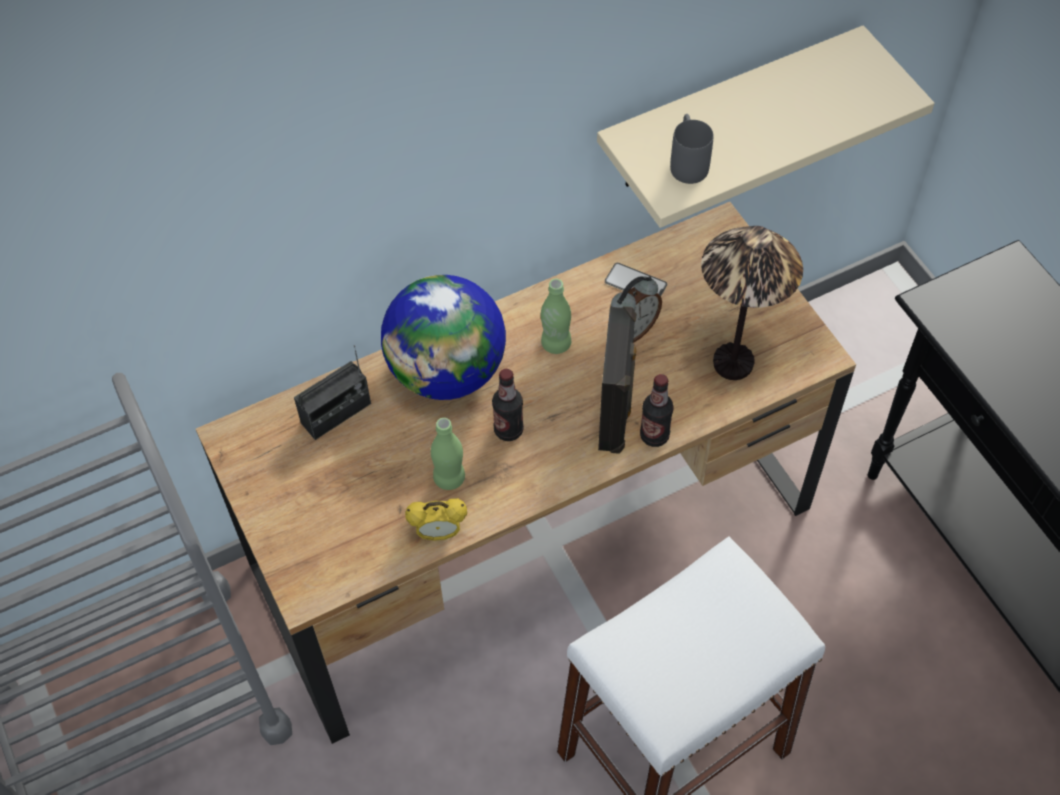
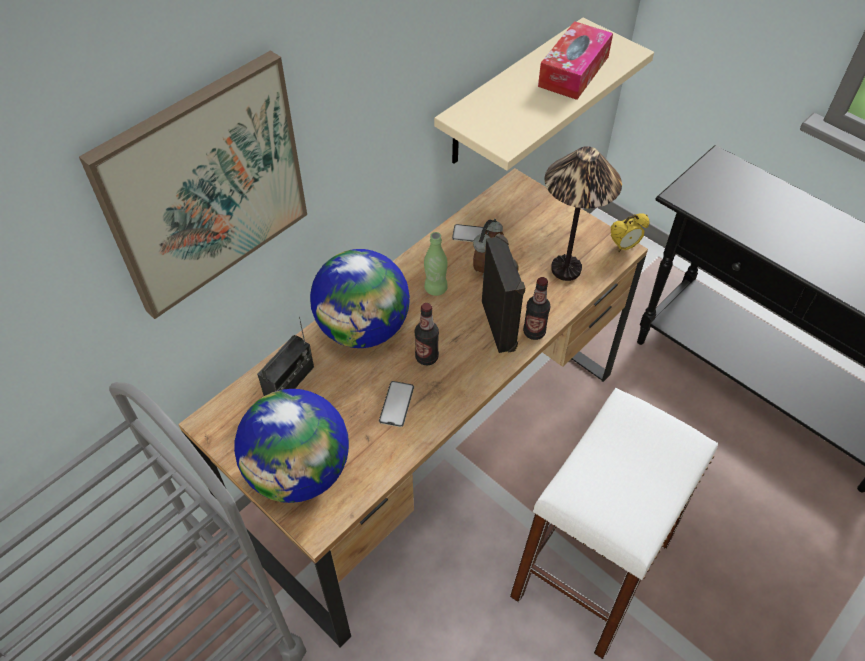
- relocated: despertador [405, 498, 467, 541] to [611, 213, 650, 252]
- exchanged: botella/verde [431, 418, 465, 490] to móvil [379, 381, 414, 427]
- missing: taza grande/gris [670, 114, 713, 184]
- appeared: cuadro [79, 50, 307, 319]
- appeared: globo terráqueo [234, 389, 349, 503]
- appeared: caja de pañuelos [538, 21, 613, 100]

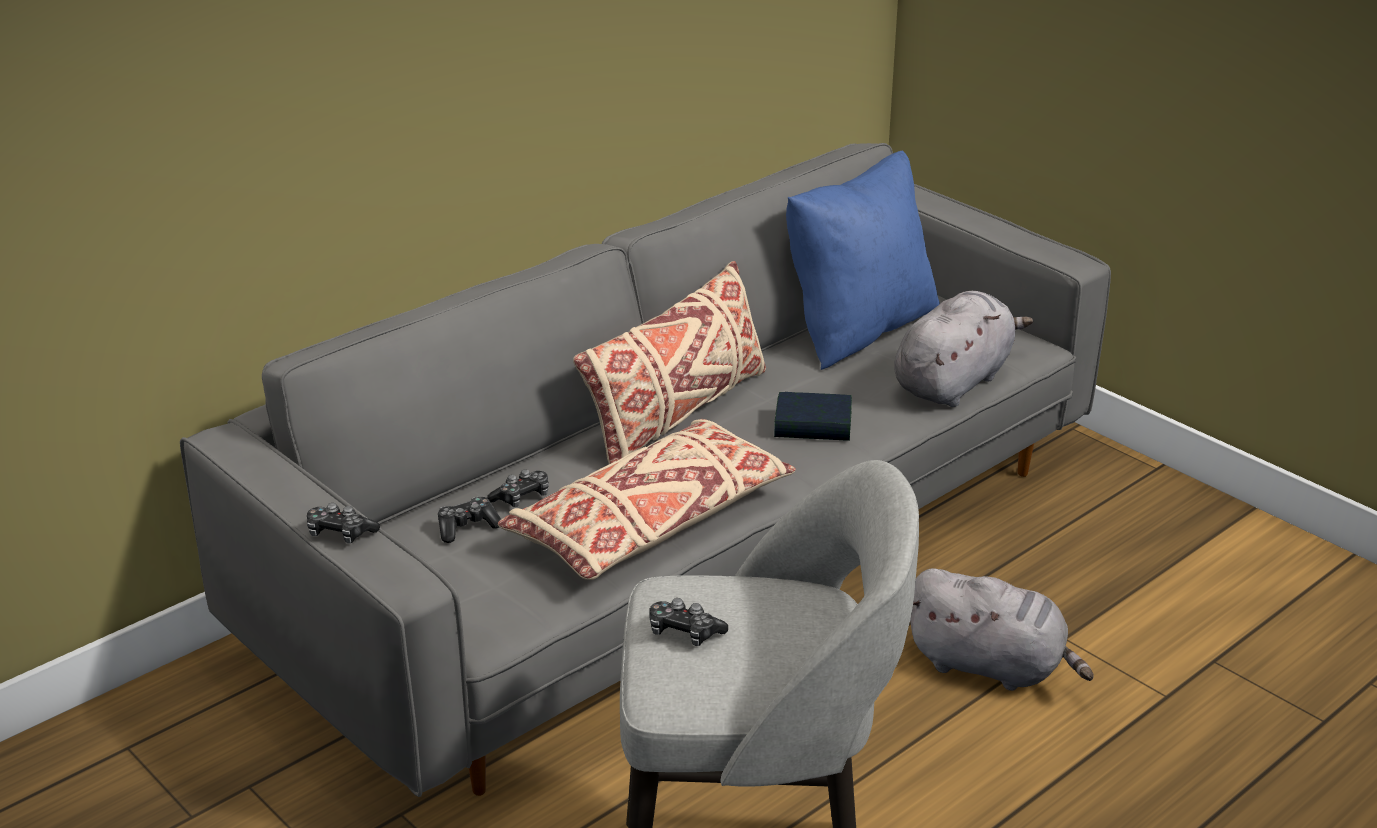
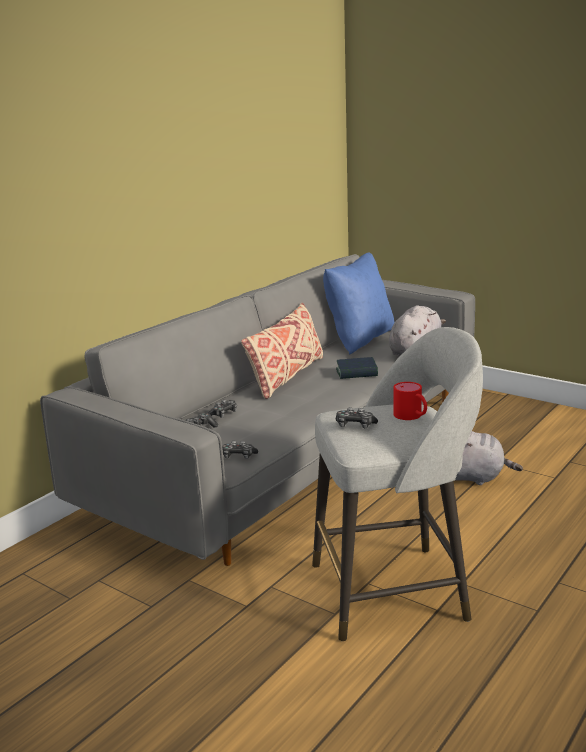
- relocated: mando de consola [307, 503, 380, 543] to [222, 441, 258, 459]
- missing: cojín/beis [498, 419, 796, 580]
- appeared: taza grande/rojo [393, 382, 427, 420]

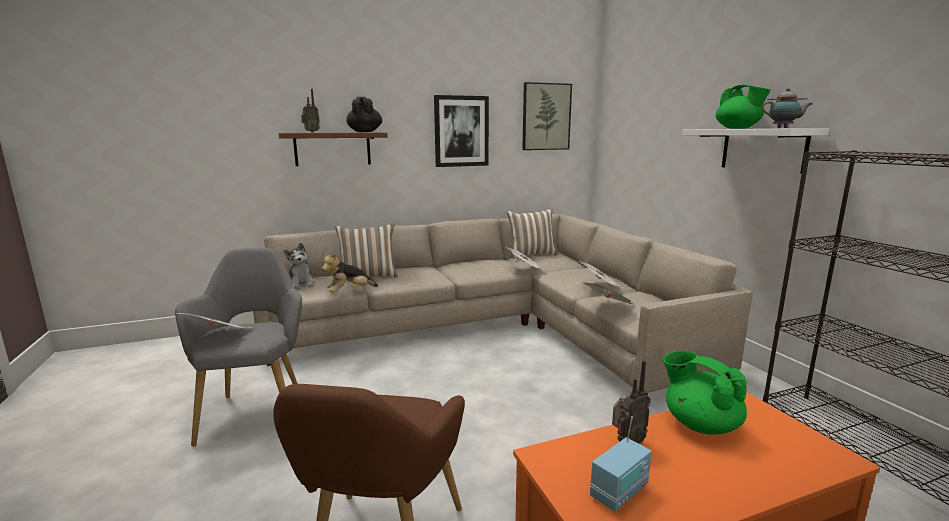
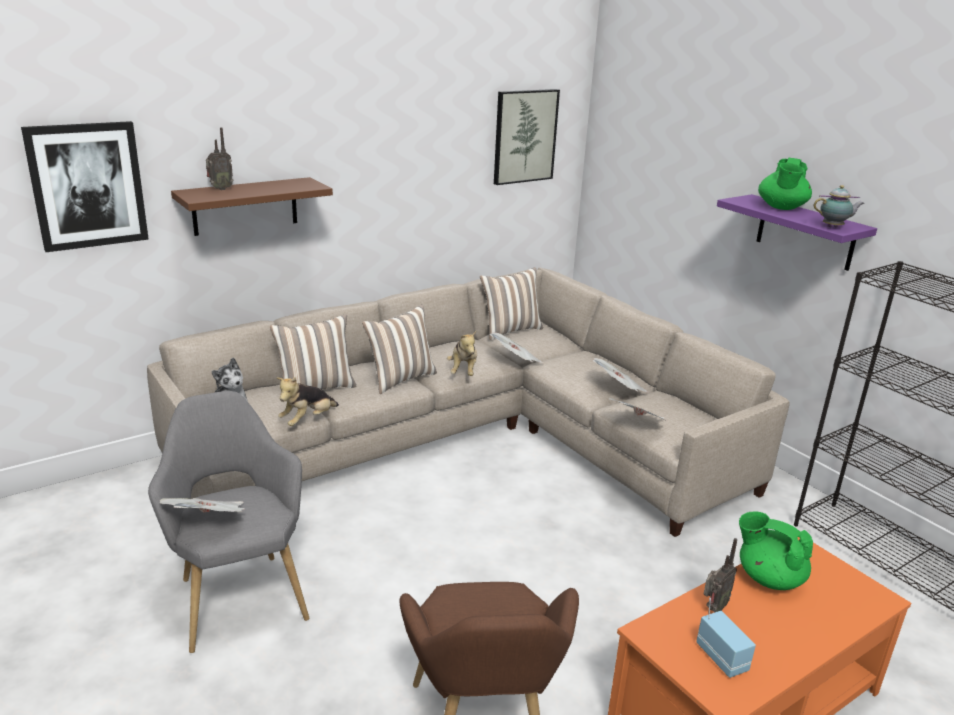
- missing: tetera/negro [346, 97, 382, 132]
- relocated: cuadro [434, 95, 489, 167] to [21, 121, 149, 252]
- spun: radio [590, 416, 652, 512] = [696, 598, 756, 678] 60 degrees counterclockwise
- colour: estante/blanco [682, 128, 829, 174] to estante/morado [717, 194, 877, 271]
- spun: tetera/verde [716, 84, 771, 129] = [758, 157, 812, 210] 60 degrees clockwise
- appeared: cojín [362, 305, 437, 394]
- appeared: peluche [447, 331, 477, 376]

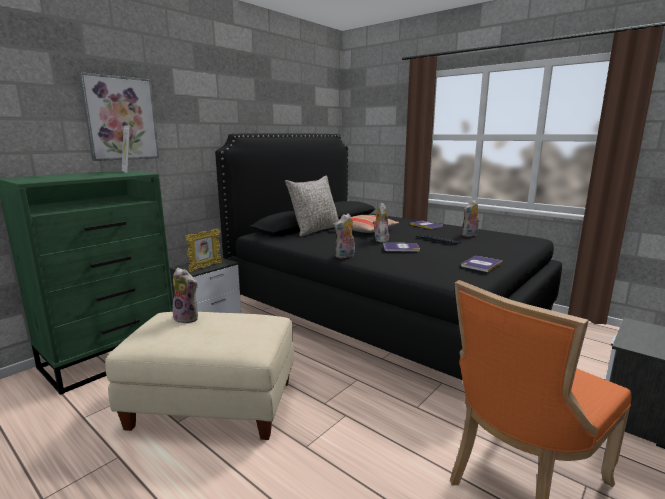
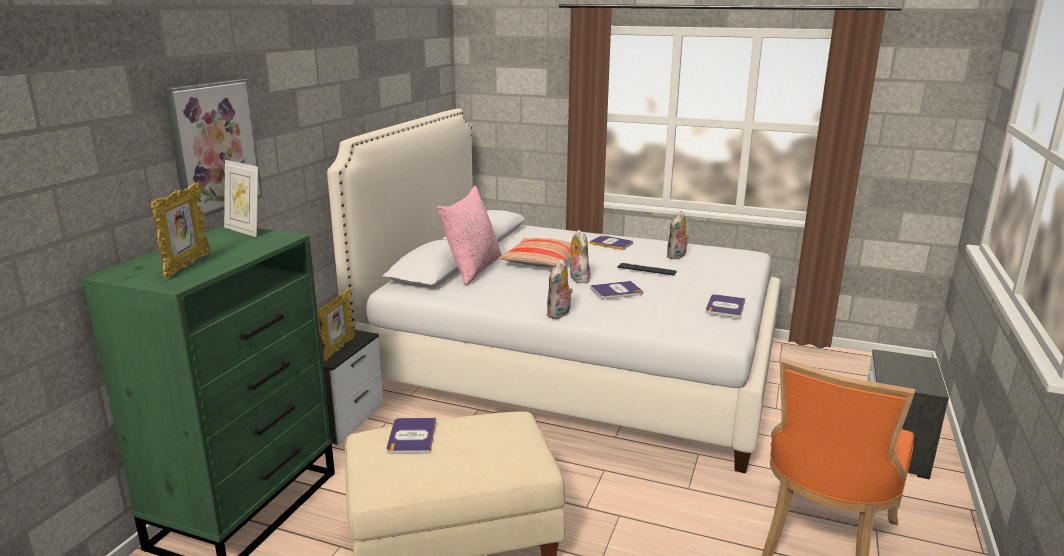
- exchanged: peluche [173, 268, 198, 324] to libro [387, 418, 436, 454]
- colour: cama/negro [215, 133, 562, 380] to cama/blanco [327, 109, 781, 473]
- colour: cojín/gris [285, 175, 339, 237] to cojín/rosa [437, 186, 502, 285]
- appeared: portarretratos [151, 182, 210, 279]

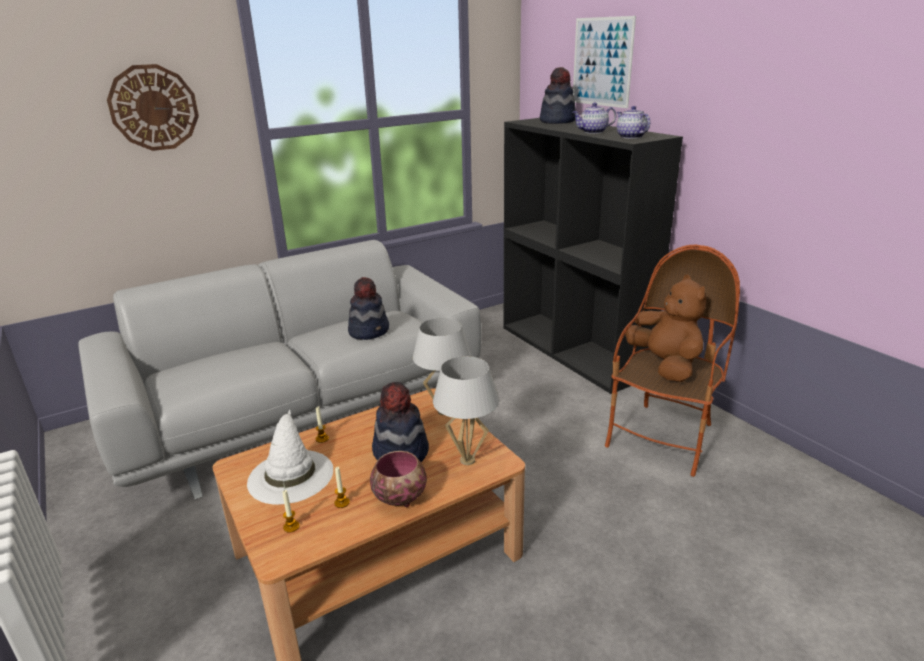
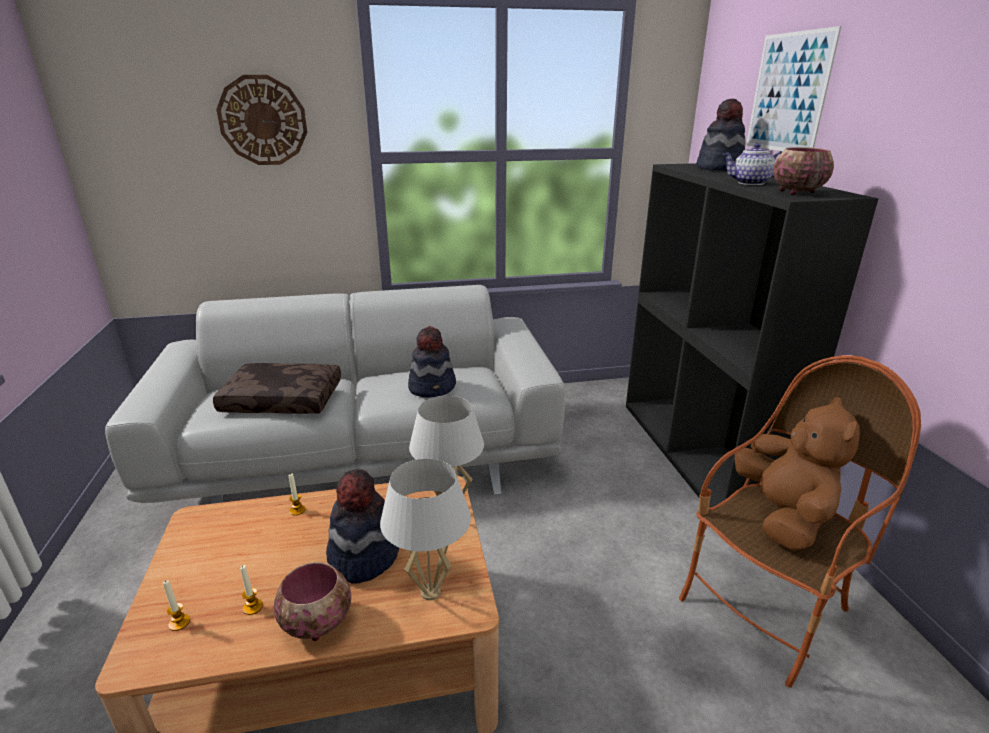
- missing: sombrero/blanco [247, 409, 333, 505]
- exchanged: tetera [617, 106, 650, 139] to cuenco [773, 147, 834, 195]
- appeared: cojín/marrón [213, 363, 341, 414]

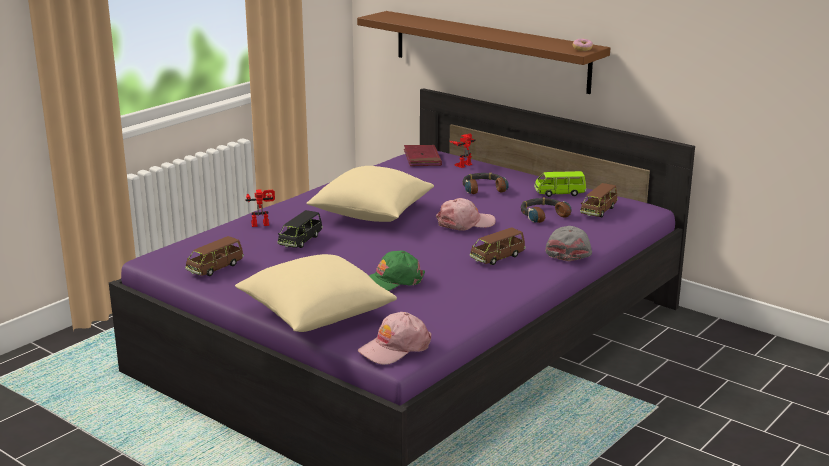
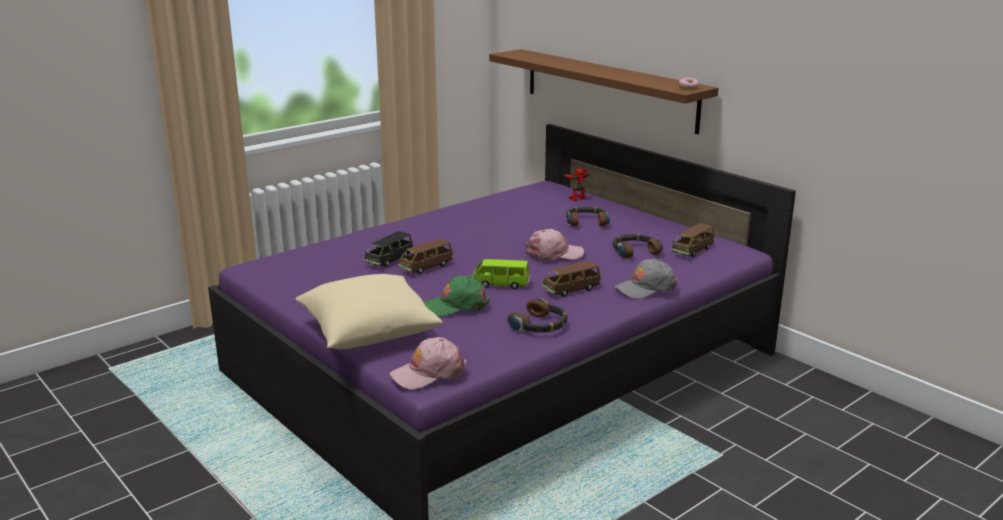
- relocated: coche de juguete/marrón [185, 236, 244, 276] to [398, 239, 454, 274]
- missing: robot de juguete [245, 189, 275, 227]
- missing: cojín/beis [306, 166, 434, 222]
- missing: libro/rojo [404, 145, 442, 166]
- relocated: coche de juguete/verde [534, 171, 586, 197] to [473, 259, 530, 289]
- spun: gorra/gris [546, 226, 592, 262] = [614, 259, 678, 299] 135 degrees counterclockwise
- appeared: auriculares [507, 298, 567, 333]

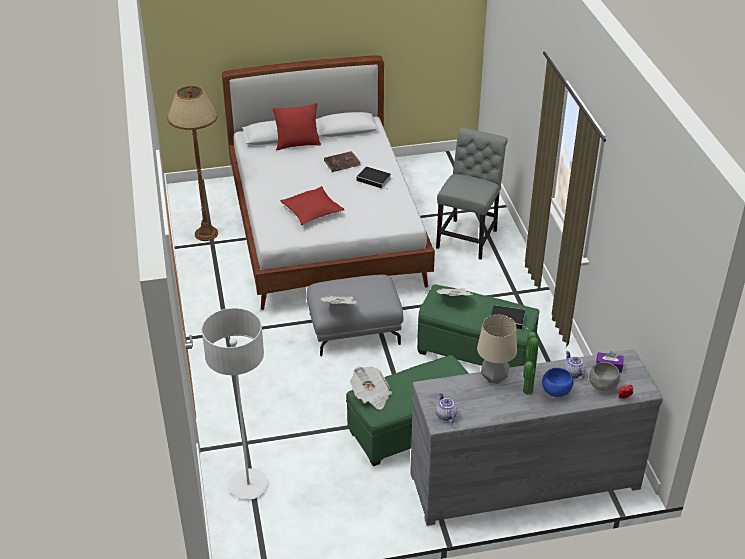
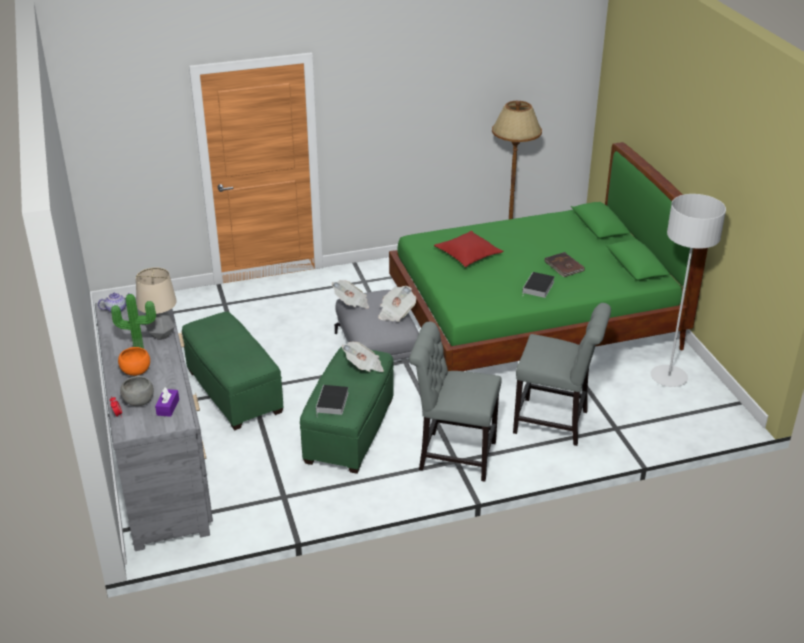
- relocated: lámpara de pie/gris [202, 308, 269, 500] to [650, 194, 726, 387]
- colour: cama/blanco [222, 55, 435, 310] to cama/verde [389, 142, 708, 371]
- missing: cojín/rojo [273, 103, 321, 150]
- relocated: periódico [350, 366, 392, 410] to [378, 286, 416, 322]
- colour: cuenco/azul [542, 368, 573, 397] to cuenco/naranja [118, 347, 150, 376]
- missing: tetera [564, 351, 586, 380]
- appeared: silla/gris [409, 322, 502, 482]

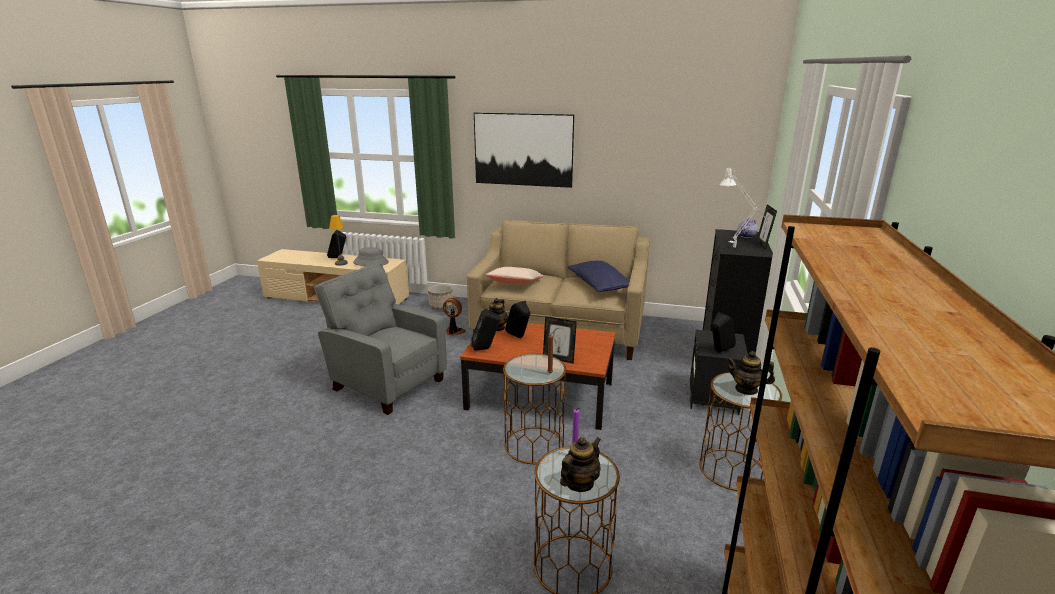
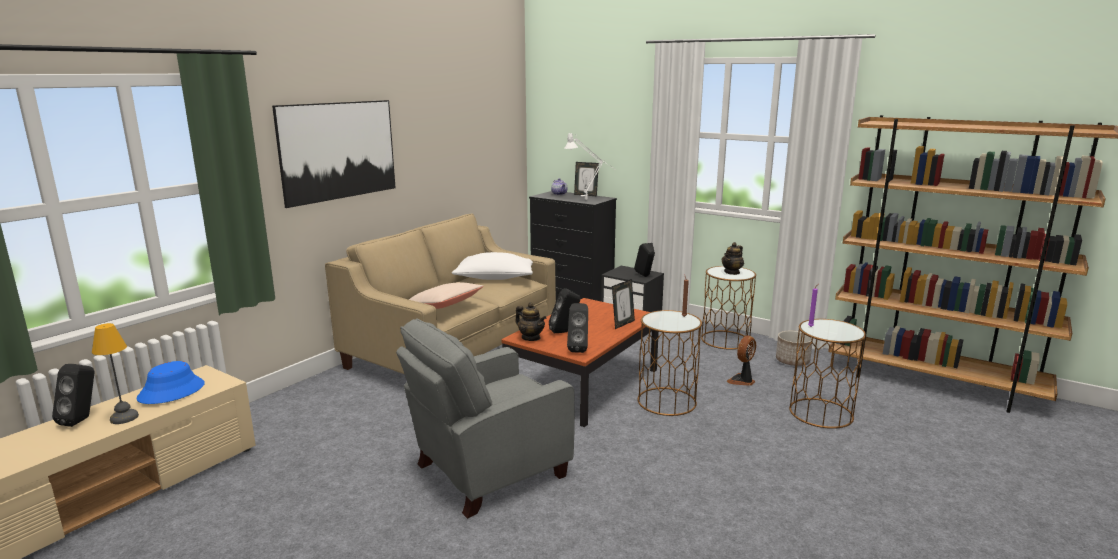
- colour: sombrero/gris [353, 247, 389, 266] to sombrero/azul [137, 361, 205, 404]
- relocated: maceta [428, 284, 453, 310] to [776, 331, 813, 366]
- relocated: ventilador [443, 298, 466, 336] to [727, 335, 756, 386]
- missing: tetera [560, 437, 601, 492]
- colour: cojín/azul [567, 261, 630, 292] to cojín/blanco [452, 252, 533, 280]

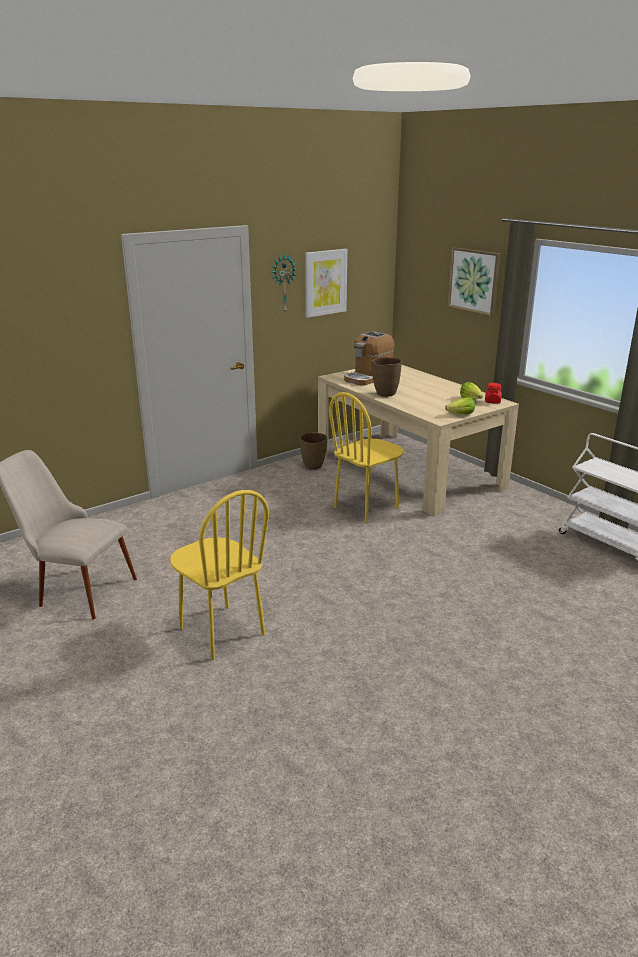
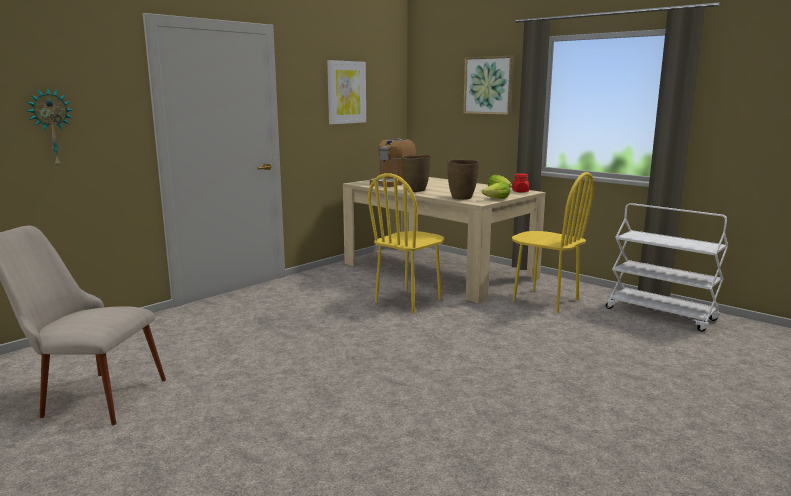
- relocated: silla/amarillo [170, 490, 269, 660] to [512, 172, 594, 313]
- relocated: reloj de pared [271, 254, 297, 312] to [27, 87, 73, 168]
- relocated: florero/marrón [300, 432, 327, 470] to [447, 159, 479, 200]

